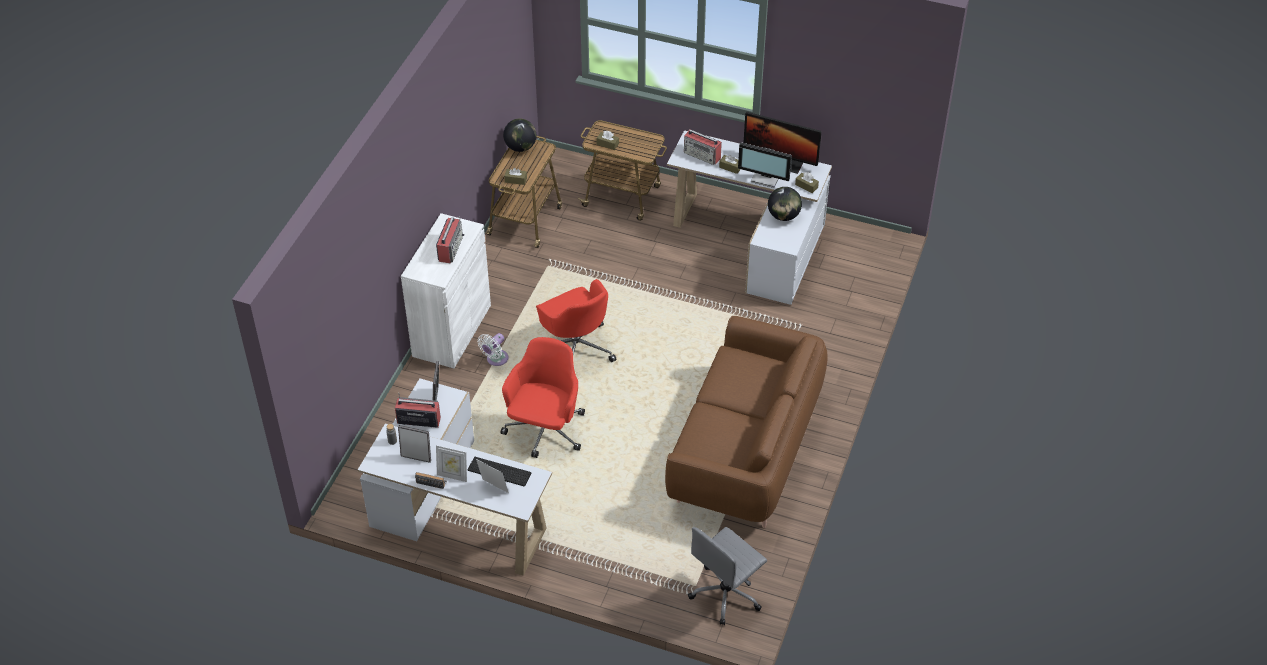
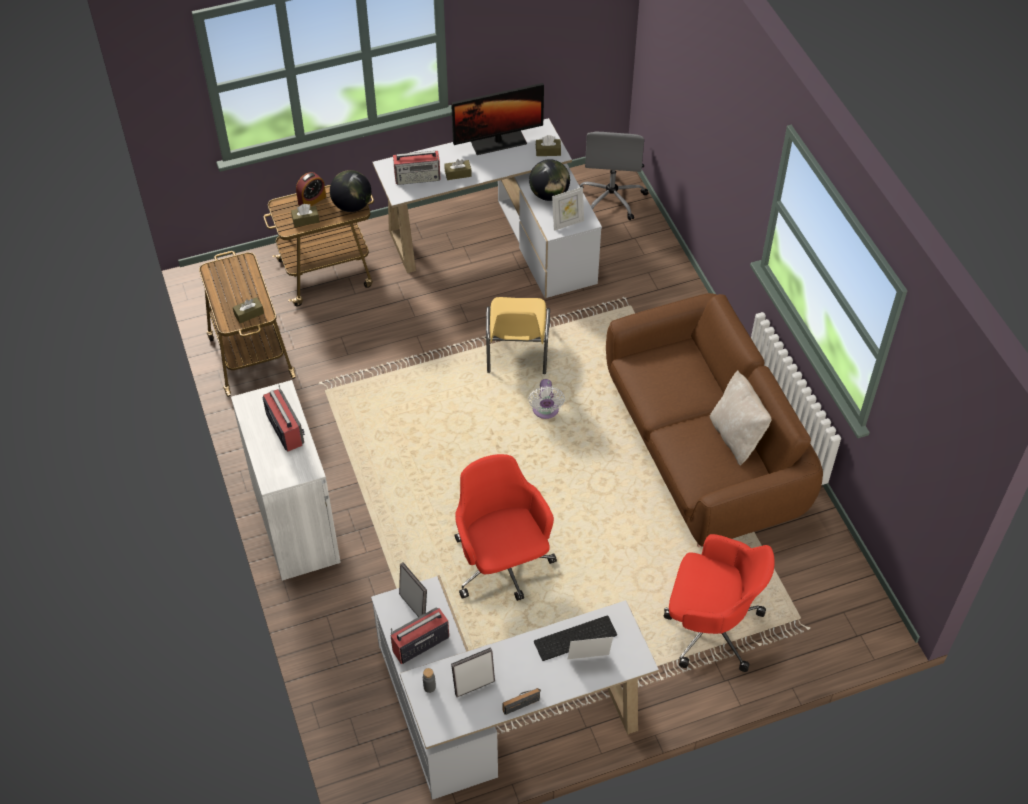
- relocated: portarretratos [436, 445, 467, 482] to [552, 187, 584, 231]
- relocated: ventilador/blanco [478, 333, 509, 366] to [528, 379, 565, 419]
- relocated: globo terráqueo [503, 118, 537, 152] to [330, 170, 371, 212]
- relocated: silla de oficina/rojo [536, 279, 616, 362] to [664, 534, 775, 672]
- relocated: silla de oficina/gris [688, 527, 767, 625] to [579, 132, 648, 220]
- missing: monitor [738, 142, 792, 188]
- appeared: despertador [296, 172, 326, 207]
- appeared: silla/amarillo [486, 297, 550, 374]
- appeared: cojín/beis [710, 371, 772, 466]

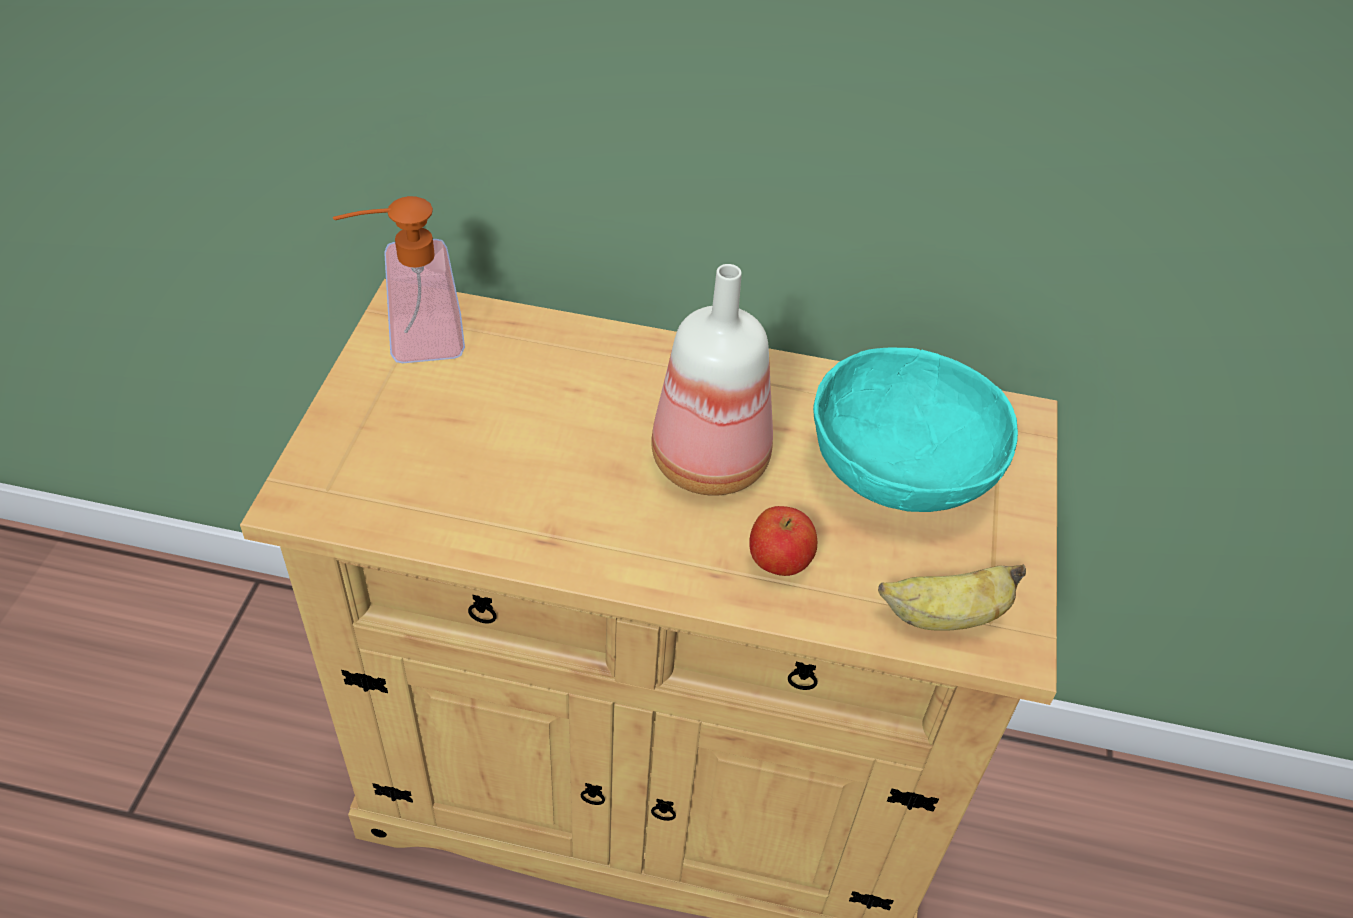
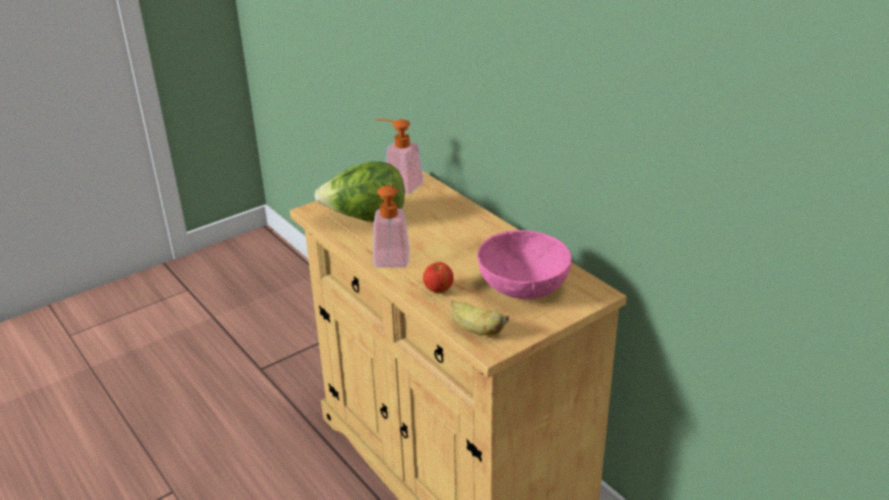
- missing: botella [651, 264, 773, 496]
- colour: cuenco/turquesa [813, 347, 1018, 512] to cuenco/rosa [477, 230, 572, 299]
- appeared: lechuga [314, 162, 405, 221]
- appeared: dispensador de jabón [373, 186, 410, 267]

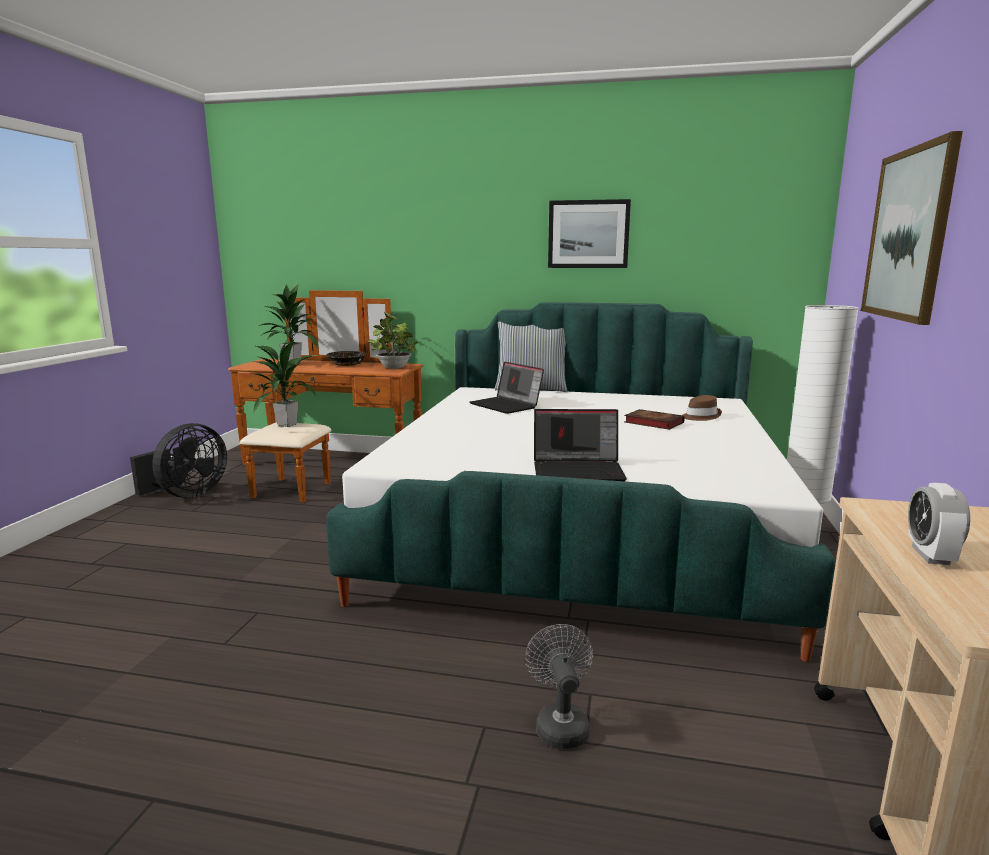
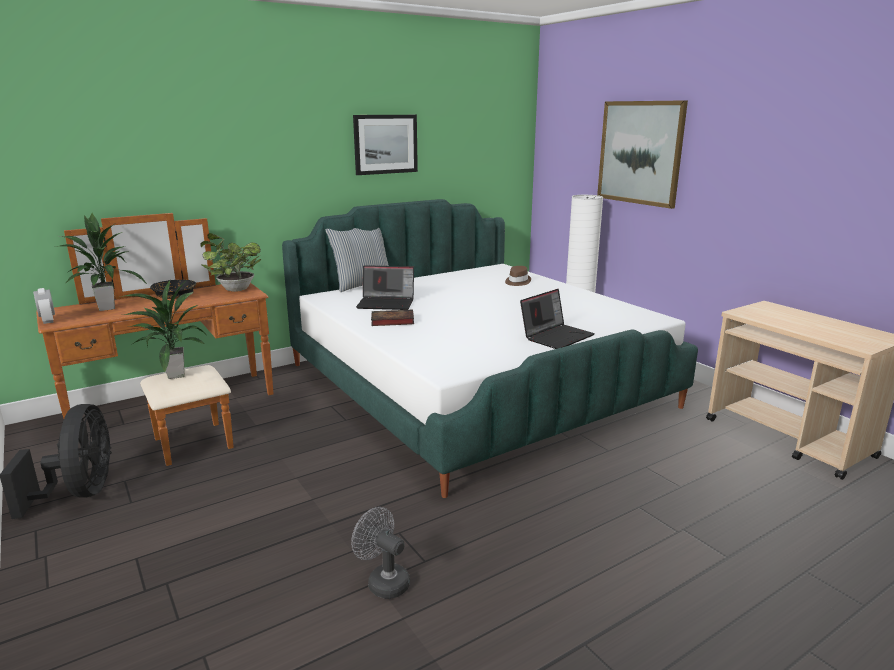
- relocated: ventilador/gris [525, 624, 593, 749] to [351, 507, 410, 599]
- relocated: libro [624, 409, 684, 430] to [371, 309, 414, 326]
- relocated: despertador [908, 483, 970, 565] to [33, 288, 55, 324]

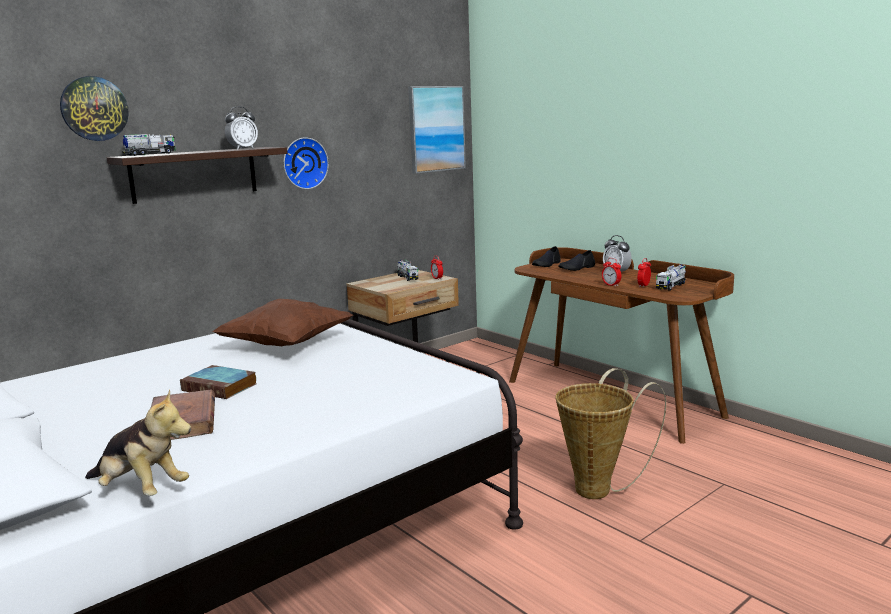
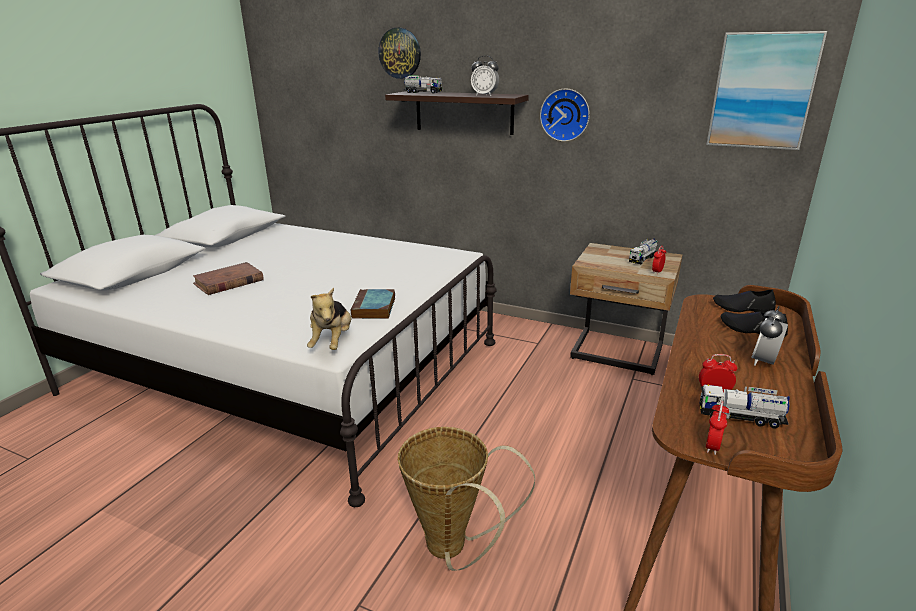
- relocated: peluche [85, 389, 191, 496] to [307, 288, 352, 350]
- relocated: libro [180, 365, 256, 399] to [351, 289, 395, 319]
- missing: cojín/marrón [212, 299, 353, 346]
- relocated: despertador [602, 258, 621, 287] to [706, 401, 729, 455]

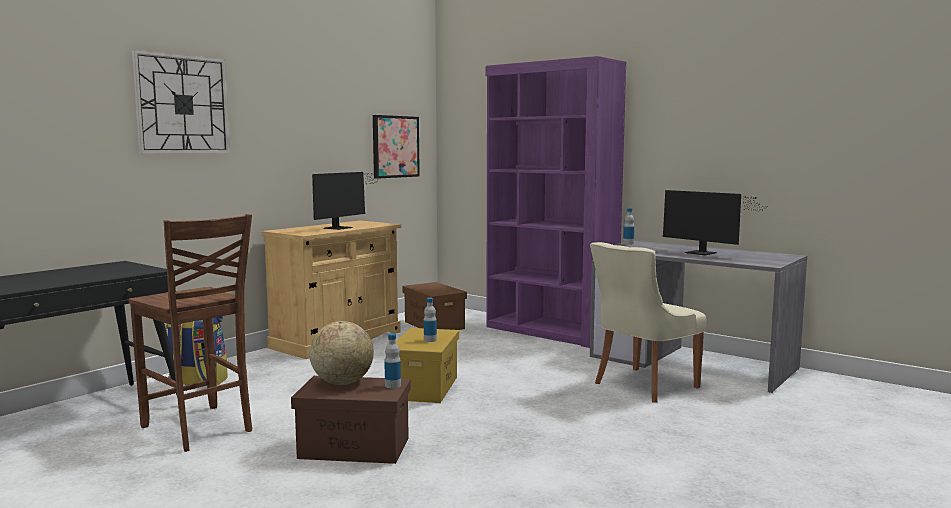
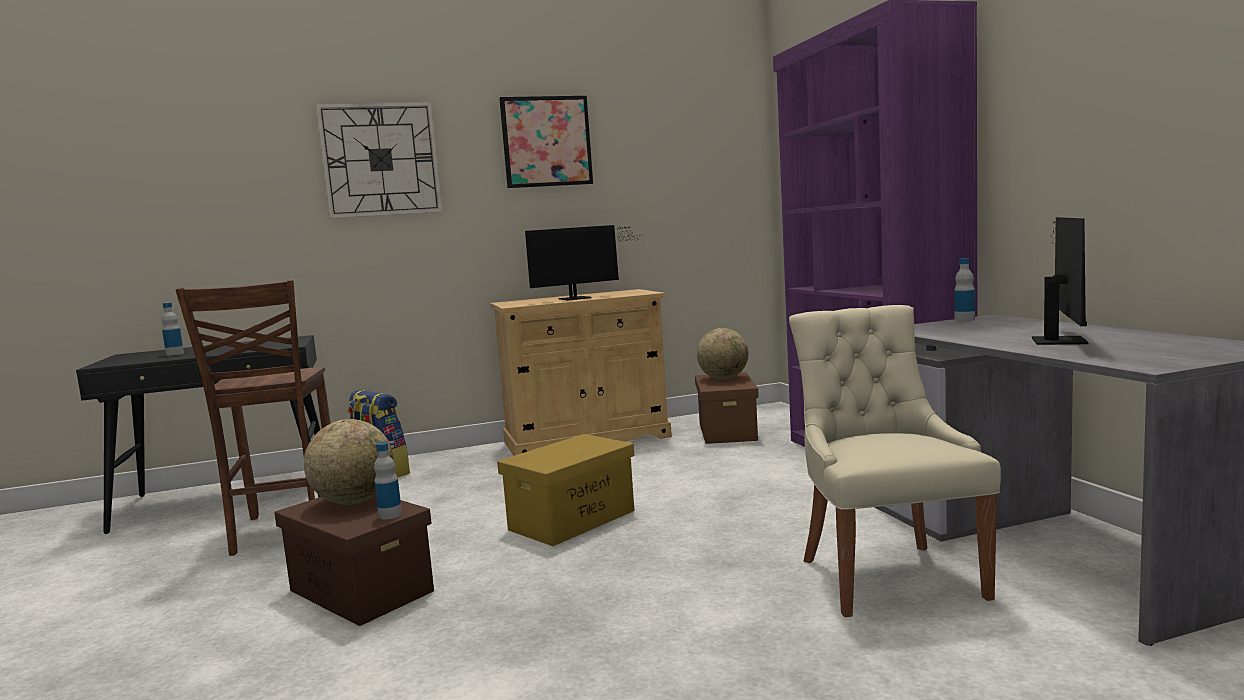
- relocated: cuadro [373, 115, 420, 179] to [499, 96, 593, 188]
- relocated: botella [424, 298, 437, 342] to [161, 302, 184, 356]
- spun: silla/beis [590, 242, 706, 403] = [789, 305, 1001, 617] 90 degrees clockwise
- spun: monitor [663, 190, 765, 255] = [1032, 217, 1089, 345] 150 degrees counterclockwise
- appeared: globo terráqueo [697, 328, 749, 380]

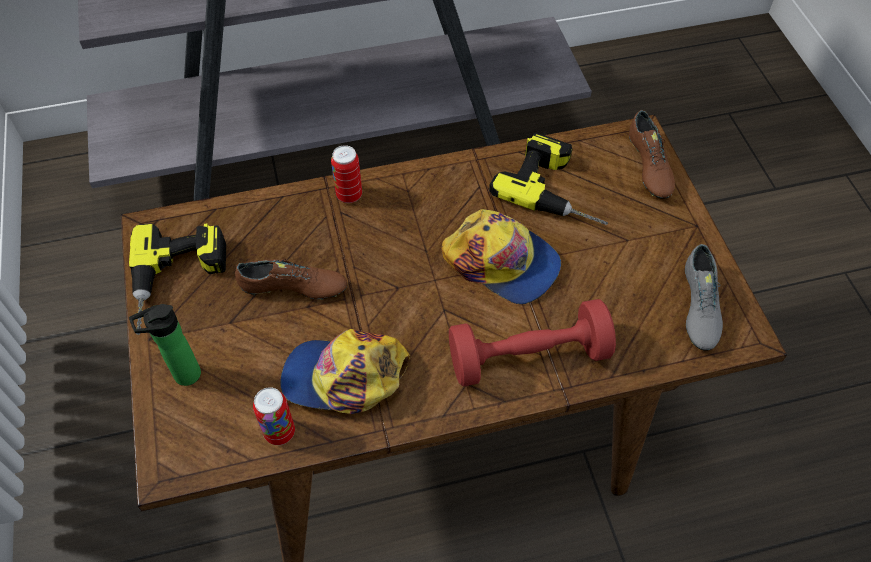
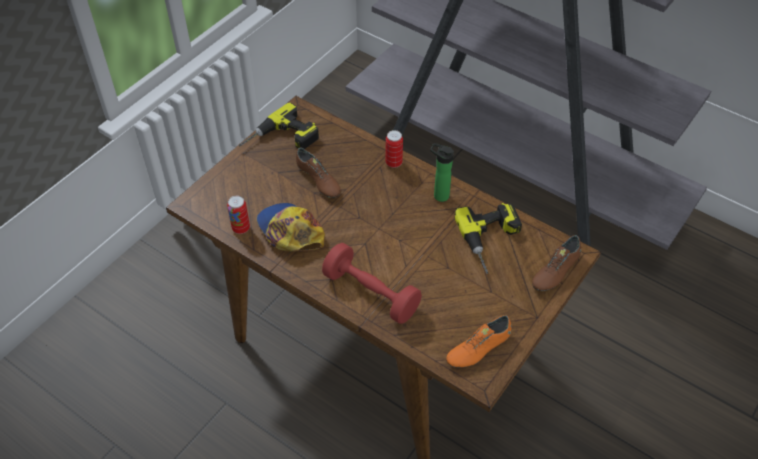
- relocated: botella [129, 304, 201, 386] to [430, 143, 454, 202]
- missing: gorra [442, 209, 561, 304]
- colour: zapato/gris [685, 244, 723, 351] to zapato/naranja [446, 315, 512, 368]

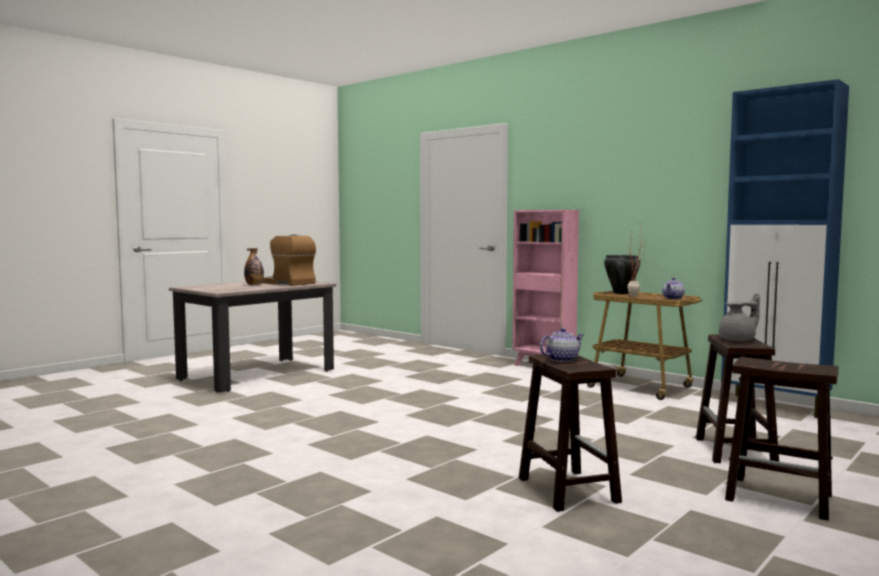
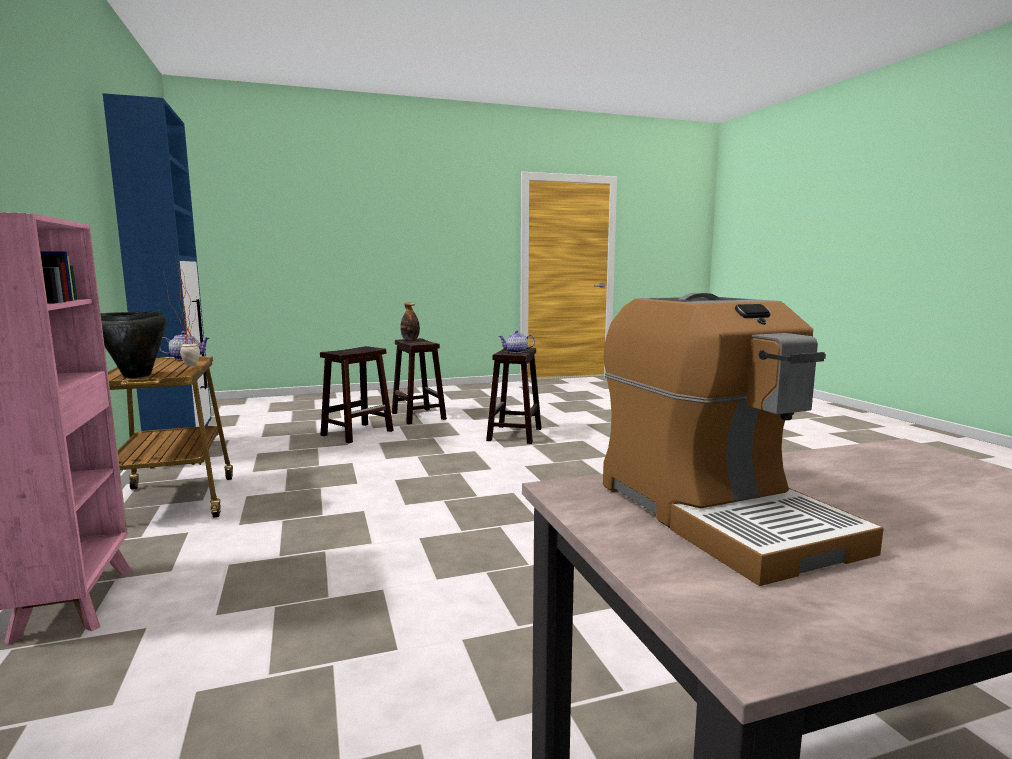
- relocated: botella [244, 248, 264, 285] to [400, 303, 420, 340]
- missing: tetera/gris [719, 293, 760, 341]

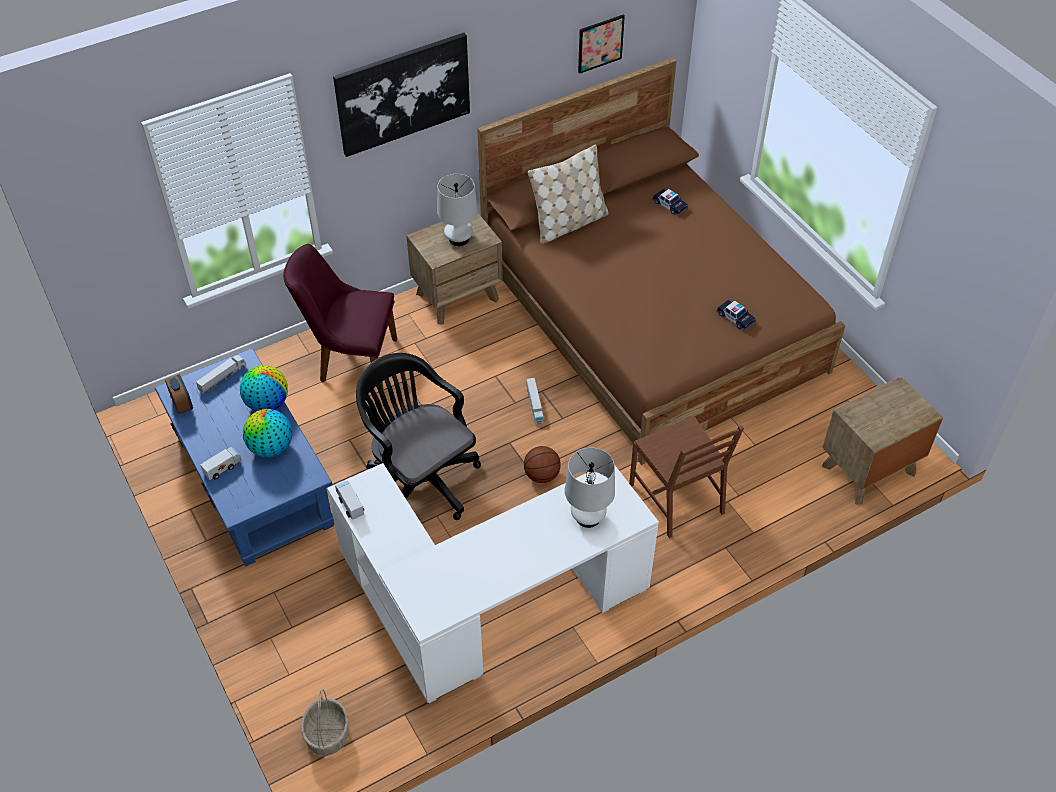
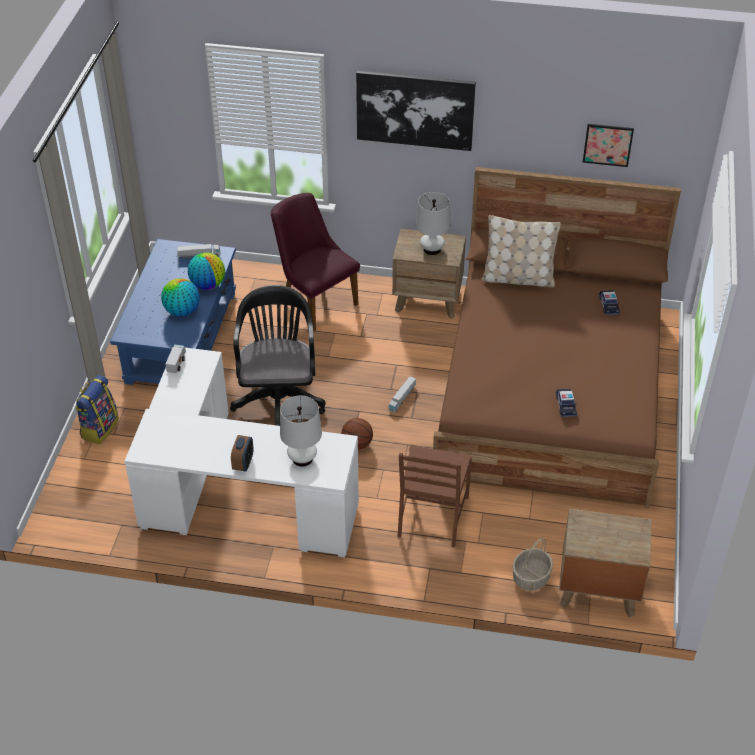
- relocated: despertador [165, 375, 193, 414] to [231, 435, 254, 472]
- missing: camión de juguete [200, 447, 241, 480]
- relocated: cesta [301, 689, 349, 756] to [513, 538, 553, 591]
- appeared: mochila [75, 375, 119, 444]

